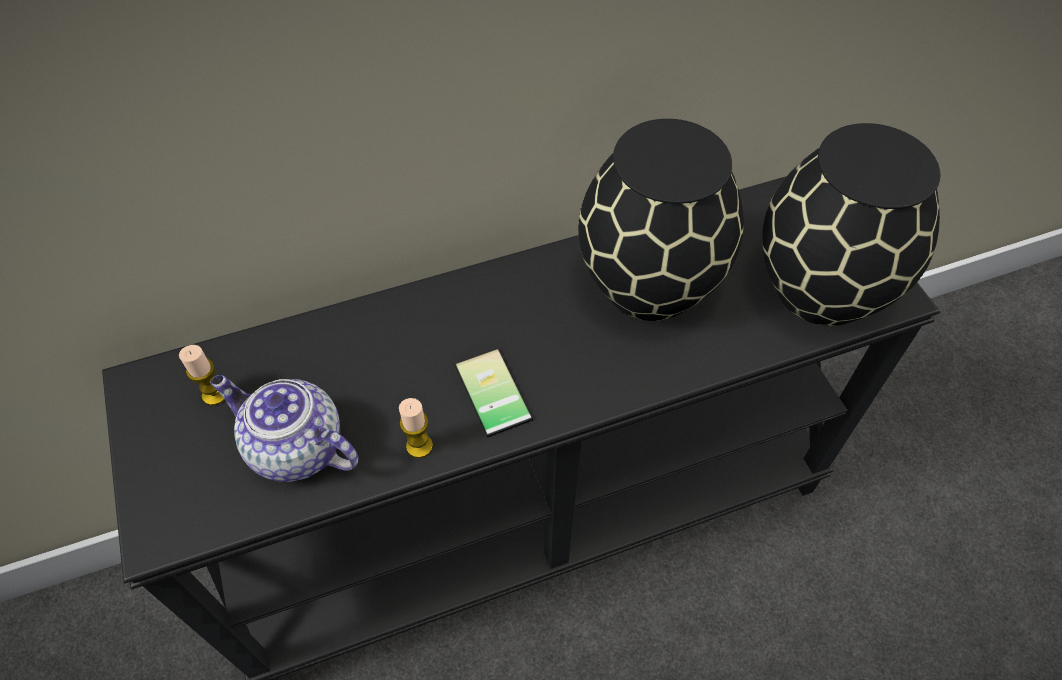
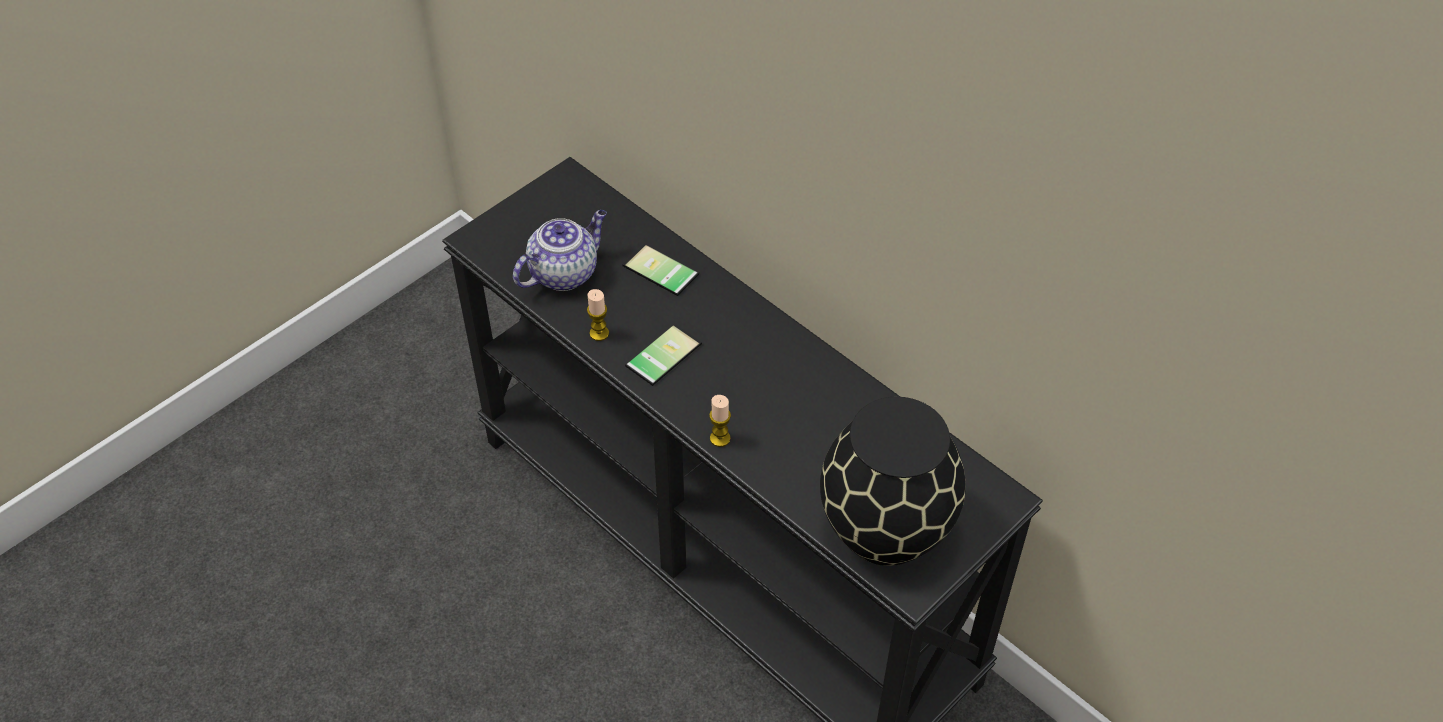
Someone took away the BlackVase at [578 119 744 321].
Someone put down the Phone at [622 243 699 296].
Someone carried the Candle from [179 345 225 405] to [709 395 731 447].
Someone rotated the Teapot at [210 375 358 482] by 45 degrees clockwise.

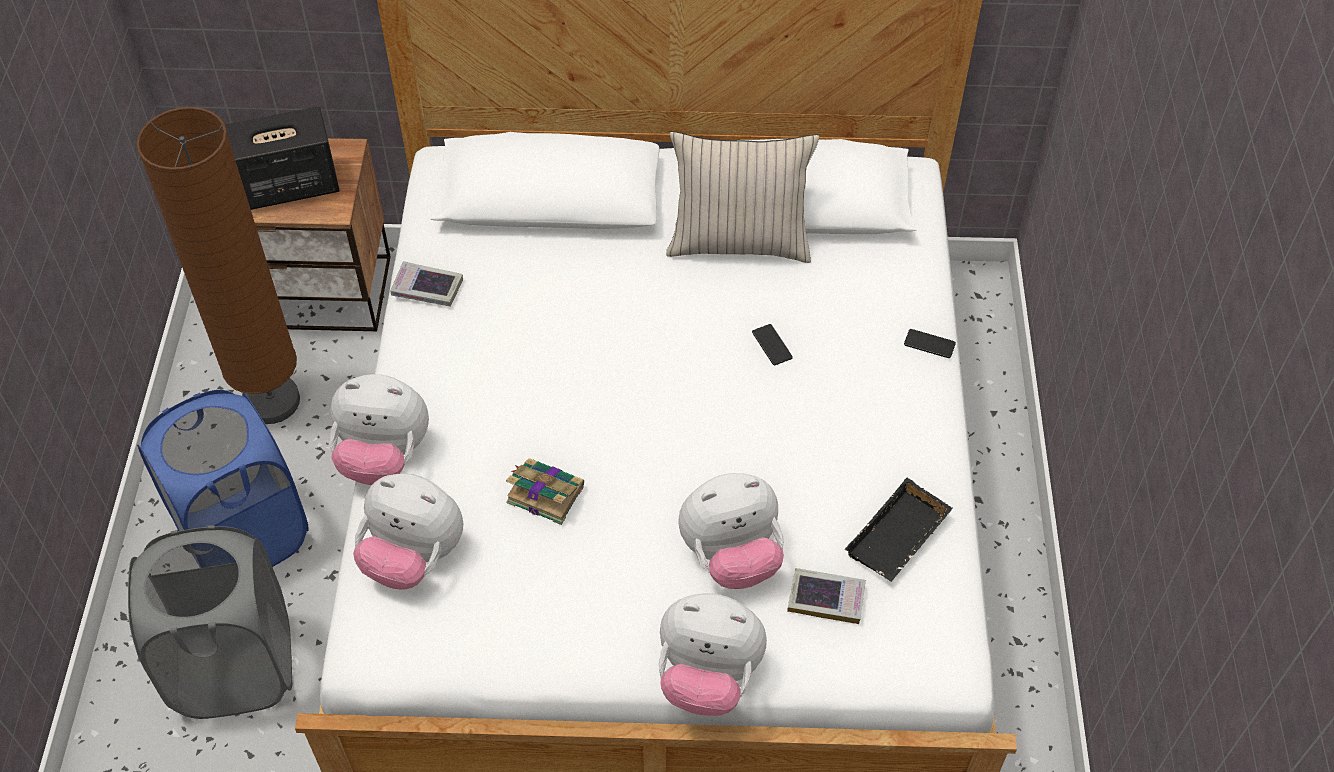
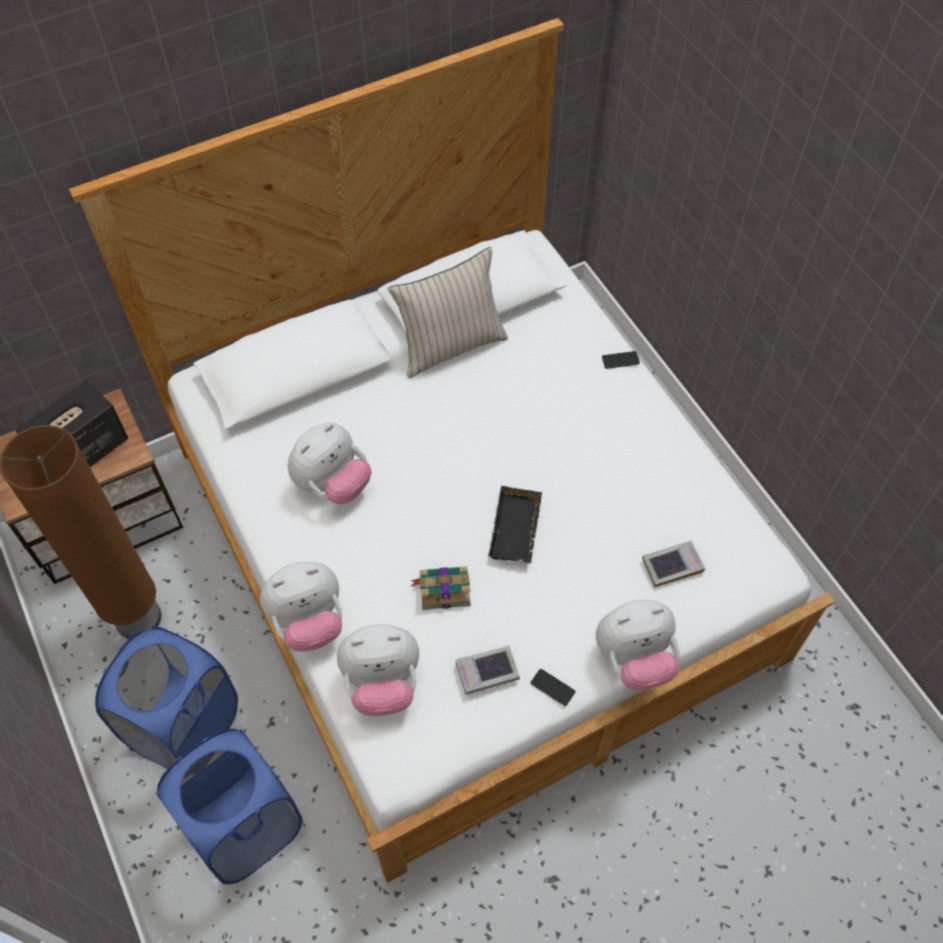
Someone carried the Book from [390 261 463 306] to [455 646 520 695].
Someone carried the PlushToy from [678 473 784 589] to [288 423 372 504].
Someone carried the Phone from [752 324 793 365] to [530 669 575 706].
Someone carried the BlackTray from [845 478 952 582] to [489 486 542 564].
Someone repainted the GreyLaundryBasket at [128 525 292 719], which became the BlueLaundryBasket at [156 729 303 884].

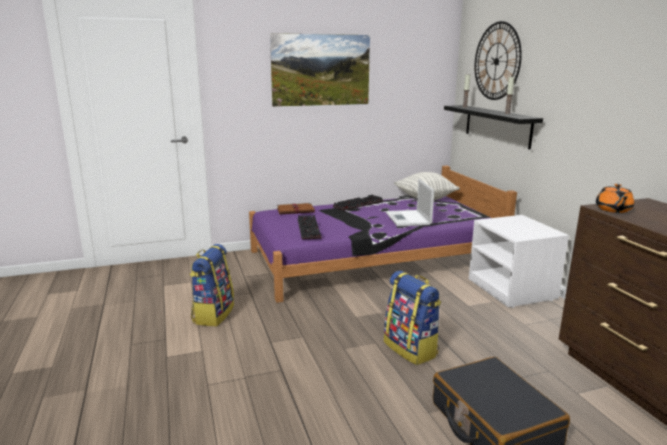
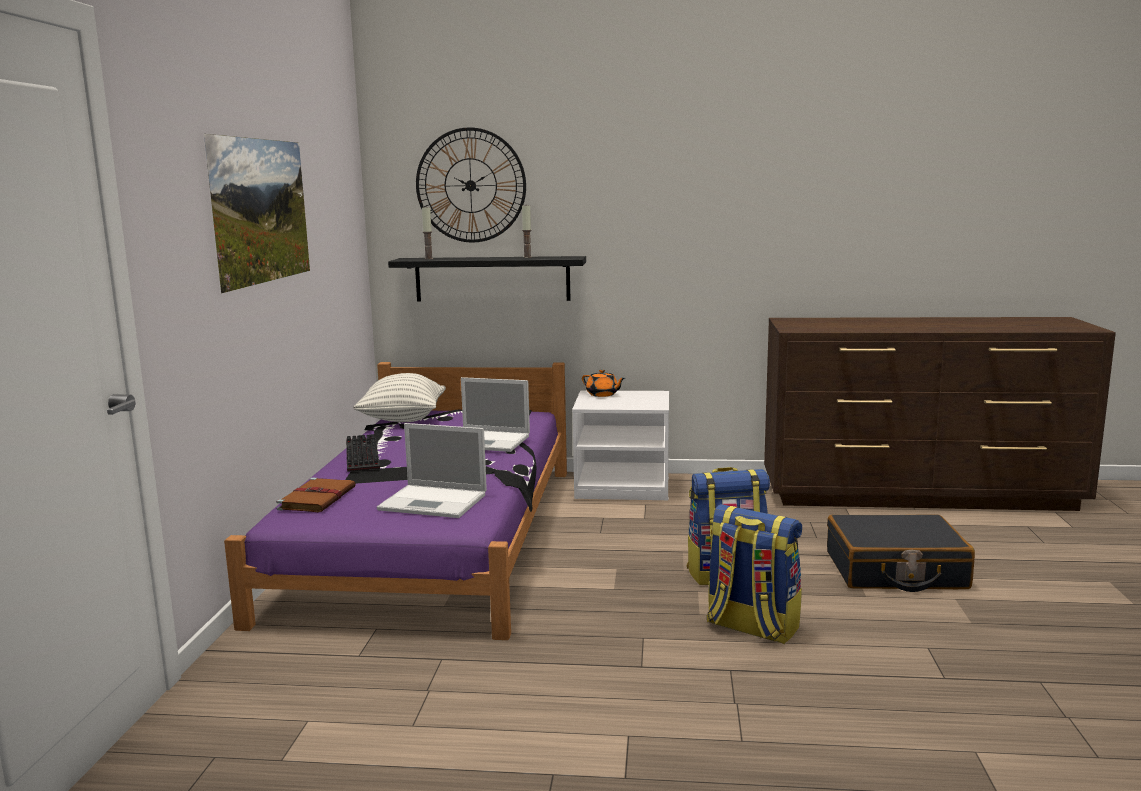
Someone carried the Backpack from [190 244 234 326] to [707 504 802 644].
Someone carried the OrangeTeapot from [596 184 634 213] to [582 370 625 397].
Someone swapped the Keyboard at [298 215 322 239] for the Laptop at [377 423 487 518].

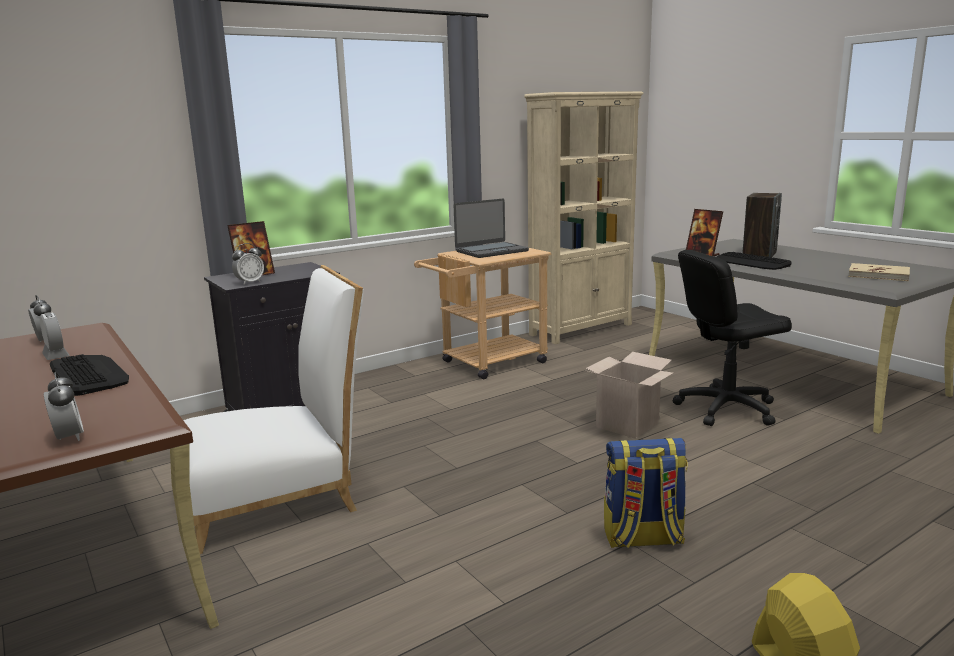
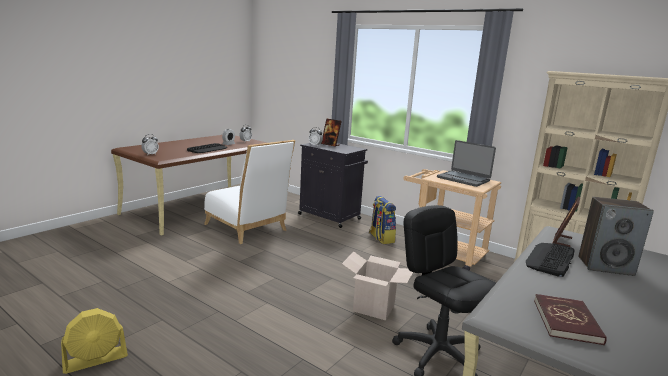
Someone carried the Backpack from [604 438 688 548] to [369 196 396 244].
Someone repainted the BeigeBook at [848 263 910 281], which became the RedBook at [534 294 607 345].

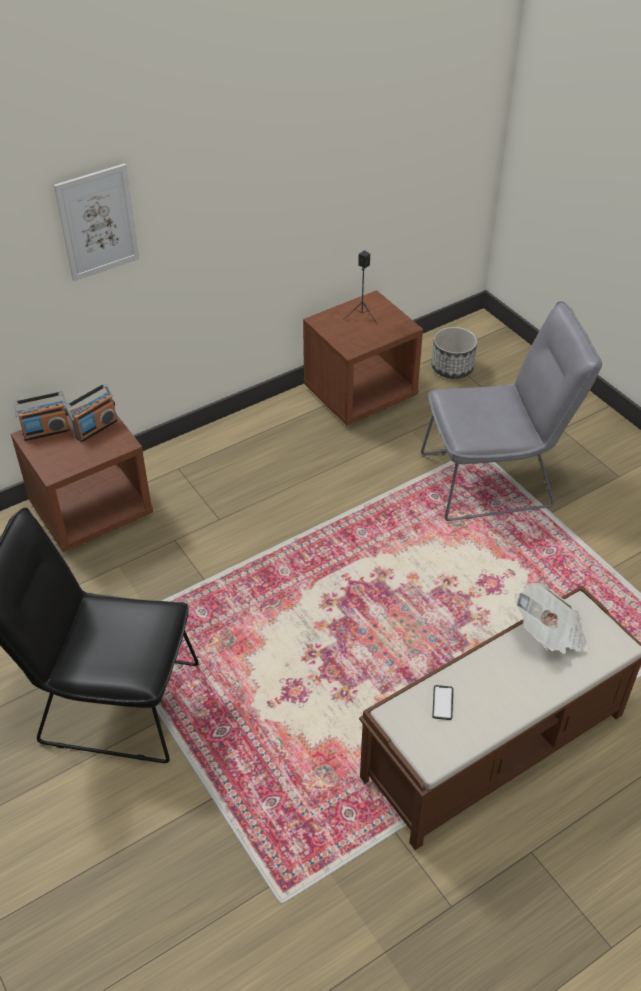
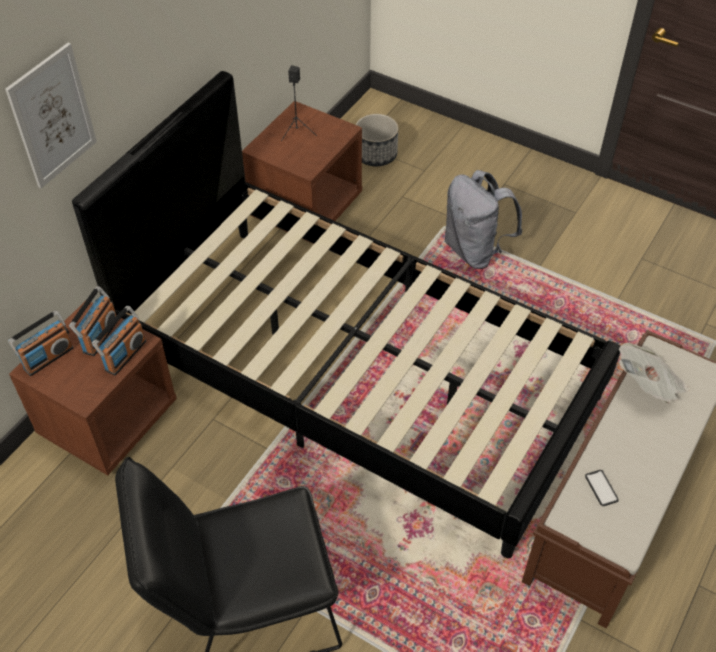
Someone put down the BlackBed at [72 71 620 558].
Someone put down the Radio at [92 306 146 376].
Someone swapped the GreyChair at [421 301 602 521] for the GreyBackpack at [445 170 523 269].

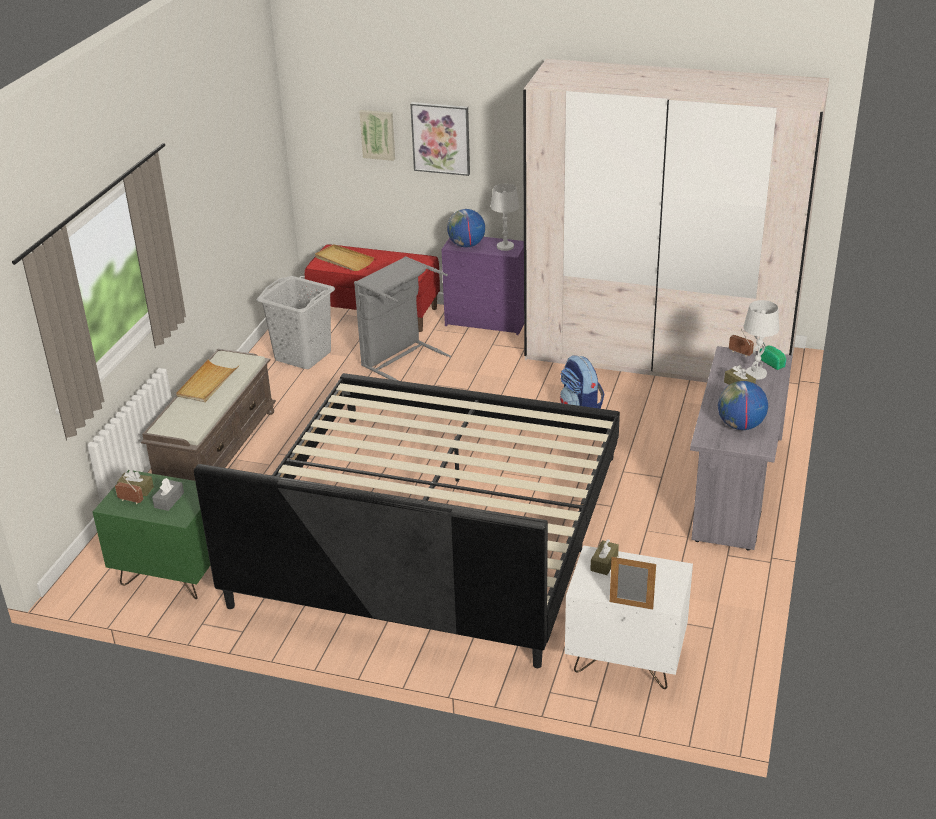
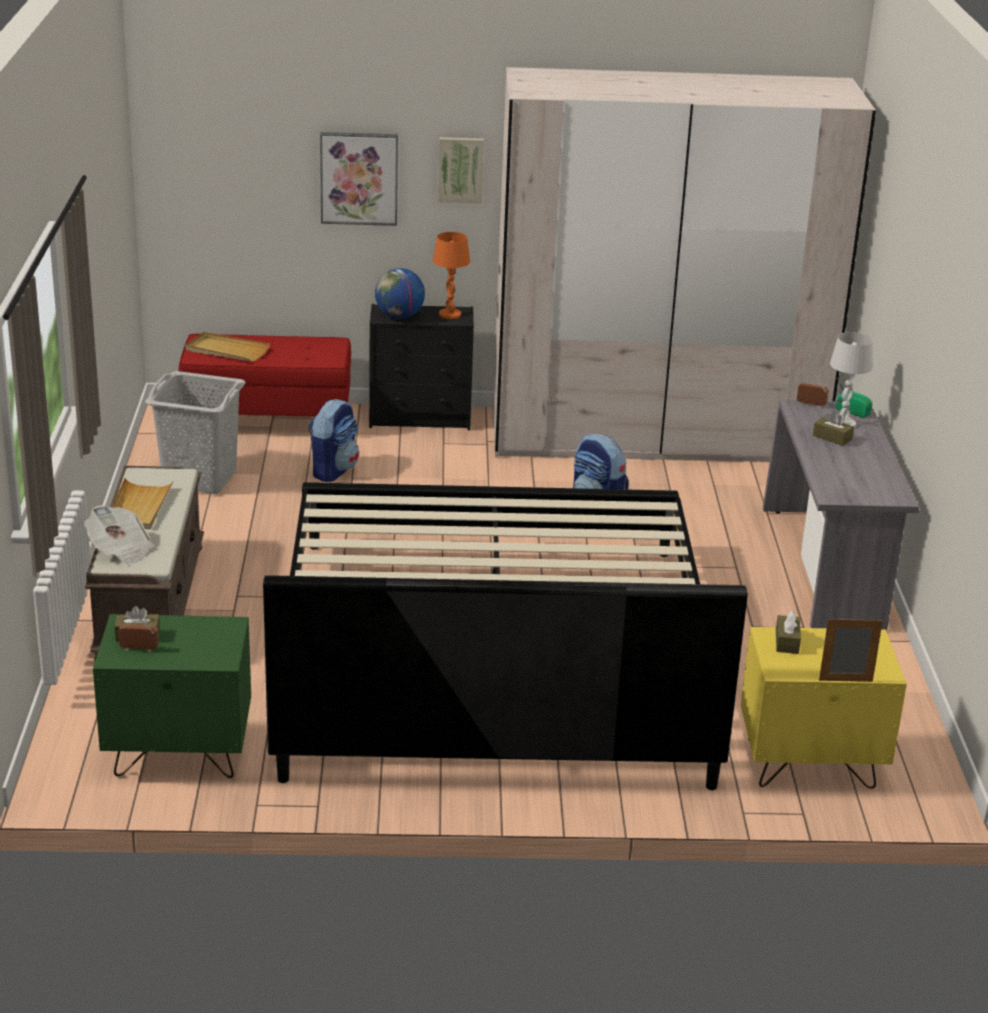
Someone took away the GreyTissueBox at [152 478 184 511].
Someone took away the Globe at [718 381 768 430].
Someone put down the Newspaper at [84 505 153 566].
Someone carried the Picture from [359 110 395 161] to [438 137 484 203].
Someone swapped the GreyLaundryBasket at [354 256 451 381] for the Backpack at [308 399 359 482].
Someone repainted the PurpleDresser at [441 237 524 335], which became the BlackDresser at [369 304 474 430].
Someone repainted the WhiteTableLamp at [490 184 519 251], which became the OrangeTableLamp at [433 232 470 319].
Someone repainted the WhiteNightstand at [565 545 693 689], which became the YellowNightstand at [741 627 907 789].

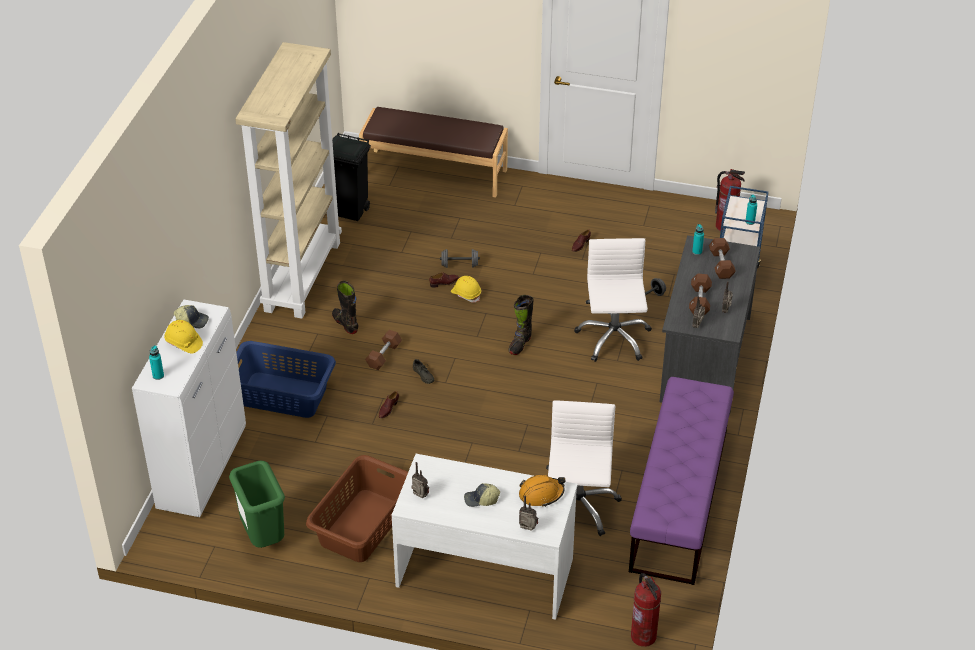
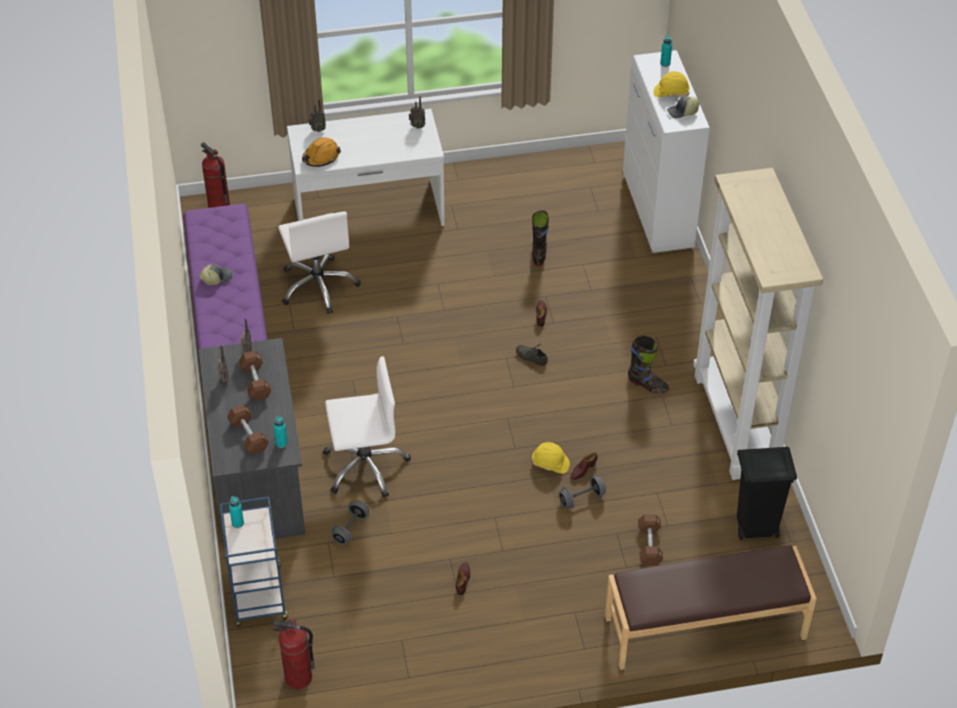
Someone took away the GreenTrashCan at [229 461 285 548].
Someone took away the BlueLaundryBasket at [236 341 336 418].
Someone took away the BrownLaundryBasket at [306 455 408 562].
Someone carried the BrownDumbbell from [365 330 402 370] to [638 514 663 566].
Someone carried the Cap from [464 483 500 507] to [199 264 232 285].
Someone carried the BlackBoot from [509 295 534 355] to [532 210 549 266].
Someone rotated the WhiteOfficeChair at [574 238 652 362] by 75 degrees counterclockwise.

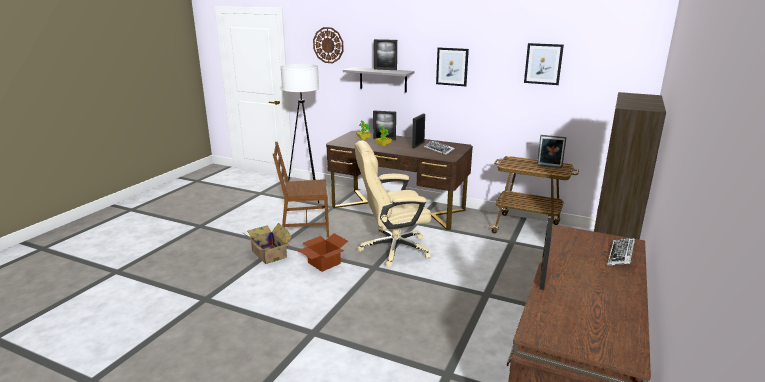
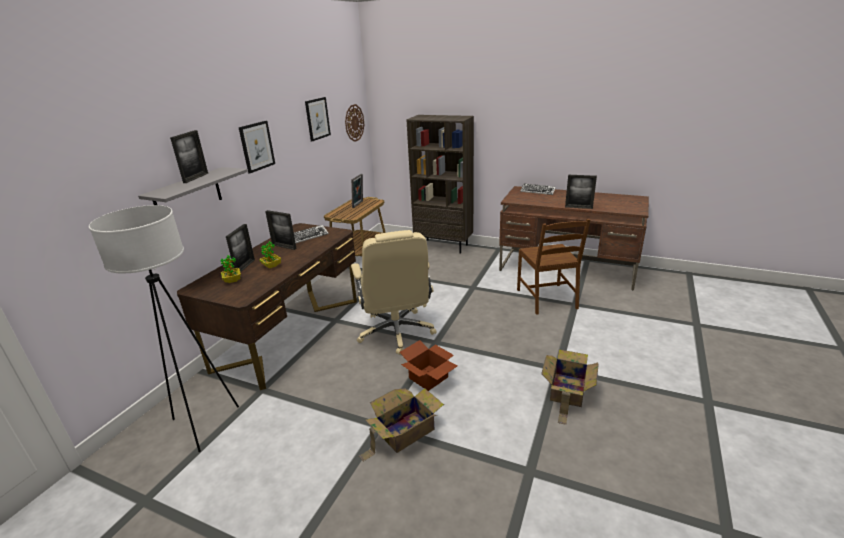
Someone put down the CardboardBox at [541 349 599 425].
Someone carried the BrownChair from [273 142 329 238] to [517 219 590 315].
Someone carried the WallClock from [313 27 344 63] to [345 104 364 142].

